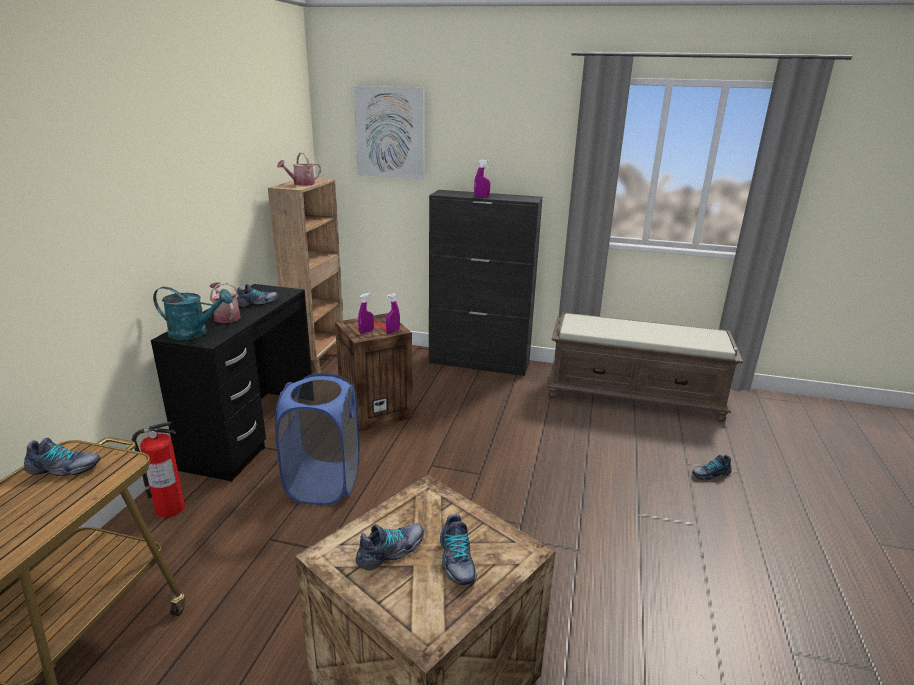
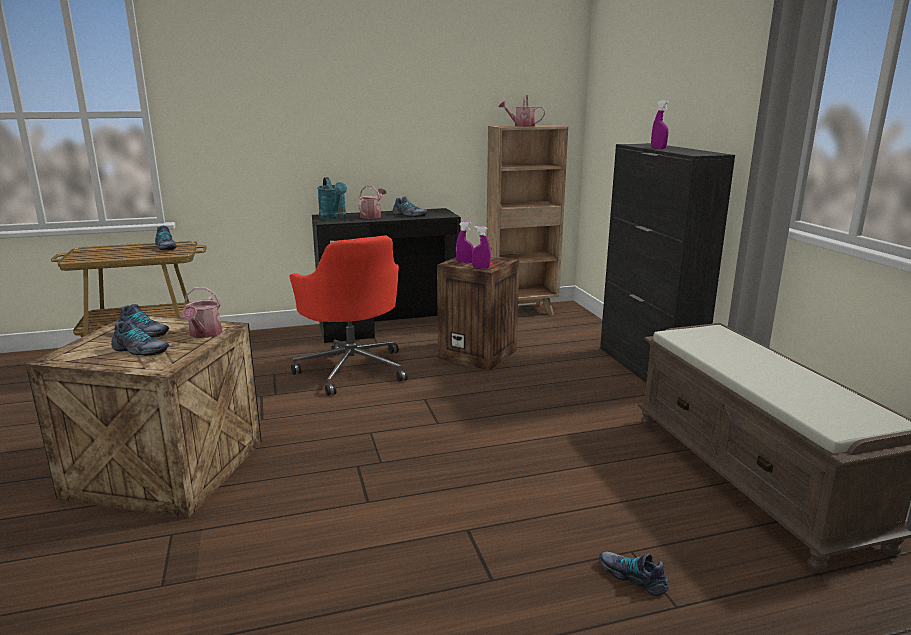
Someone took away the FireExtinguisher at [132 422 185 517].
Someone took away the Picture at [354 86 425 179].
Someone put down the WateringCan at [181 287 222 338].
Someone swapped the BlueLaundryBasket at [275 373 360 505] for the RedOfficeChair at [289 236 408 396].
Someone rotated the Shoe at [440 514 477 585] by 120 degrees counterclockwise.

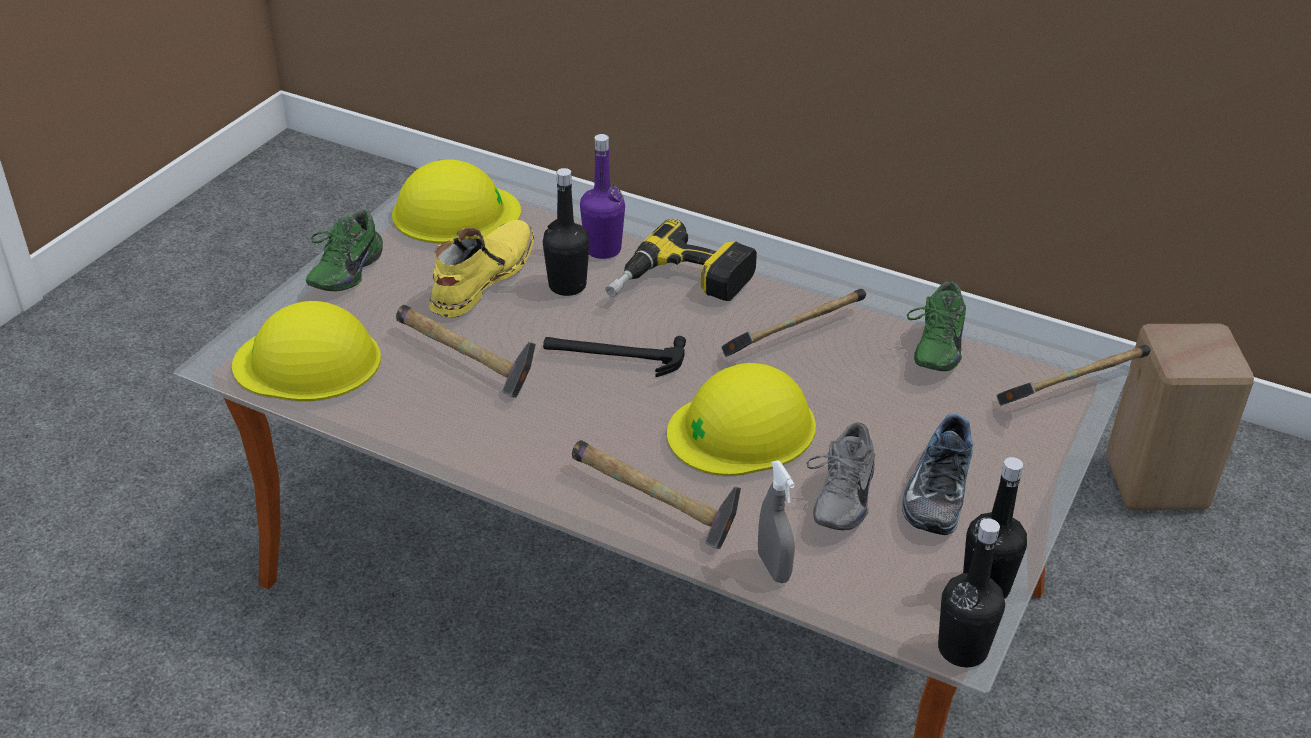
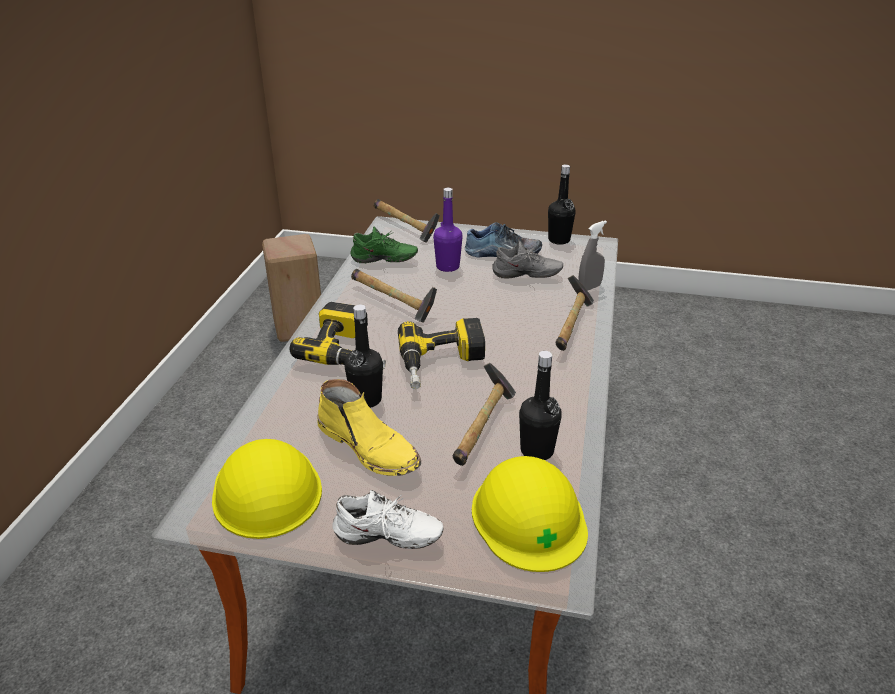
Someone took away the YellowHardHat at [667 363 816 476].
Someone carried the PurpleBottle from [580 134 625 259] to [433 188 463 272].
Someone carried the BlackBottle from [938 518 1005 667] to [519 351 562 460].
Someone swapped the Hammer at [543 336 686 377] for the PowerDrill at [398 318 485 389].
Someone repainted the GreenShoe at [306 210 383 291], which became the WhiteShoe at [332 490 443 549].
Someone rotated the YellowBoot at [429 220 534 318] by 150 degrees counterclockwise.

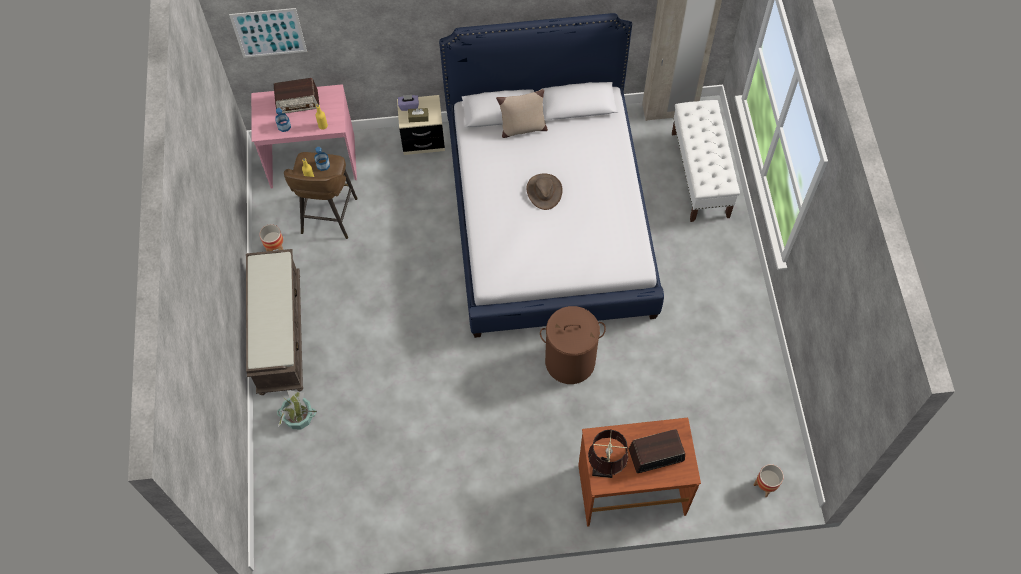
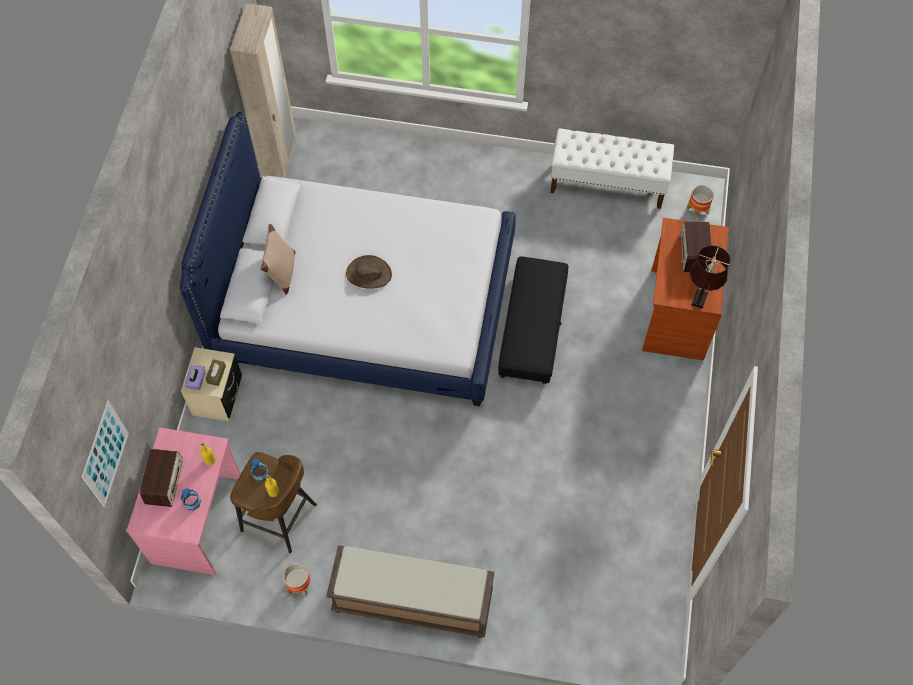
Someone took away the PottedPlant at [277 390 317 429].
Someone carried the WhiteBench from [672 100 740 222] to [550 128 674 209].
Someone swapped the BrownLaundryBasket at [540 306 606 384] for the BlackOttoman at [498 256 568 384].

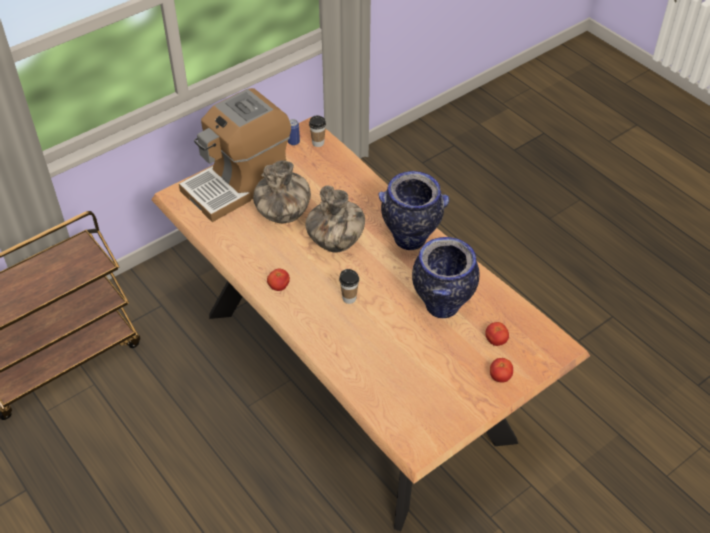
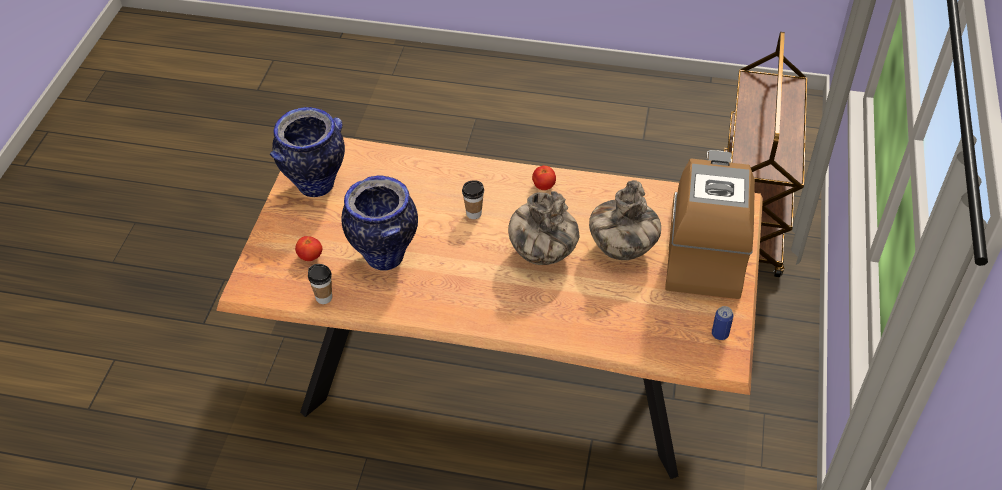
Someone took away the Tomato at [490 358 513 383].
Someone carried the Cup from [309 116 326 147] to [308 264 332 304].
Someone carried the Vase from [378 171 449 250] to [270 107 345 197].

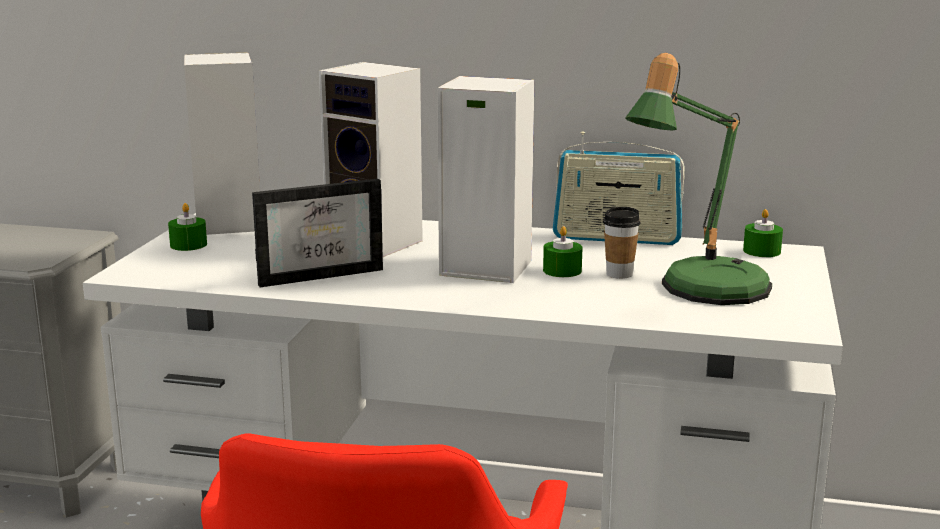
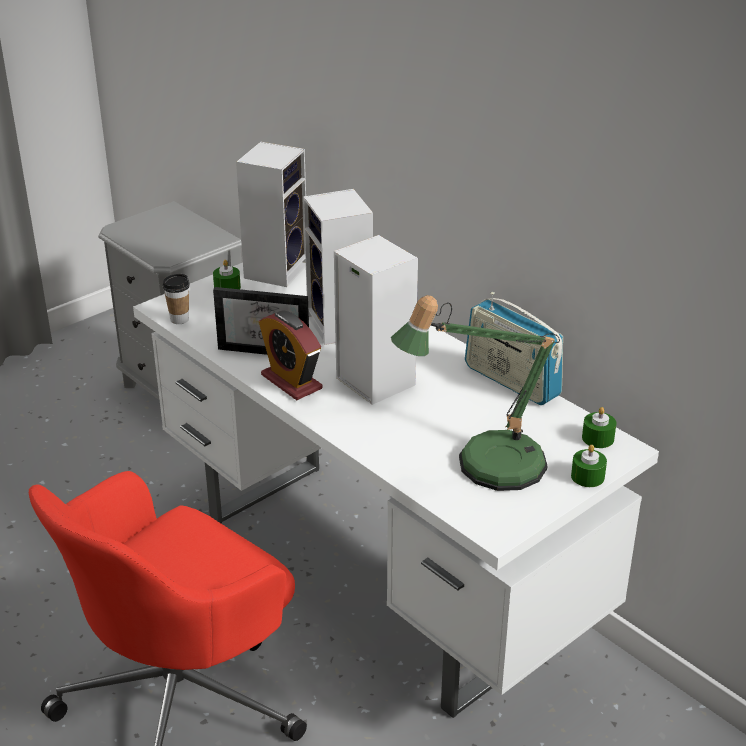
Someone put down the AlarmClock at [259 310 322 400].
Someone carried the GreenCandle from [543 226 583 277] to [571 445 607 487].
Someone carried the Cup from [603 207 641 279] to [163 274 190 324].

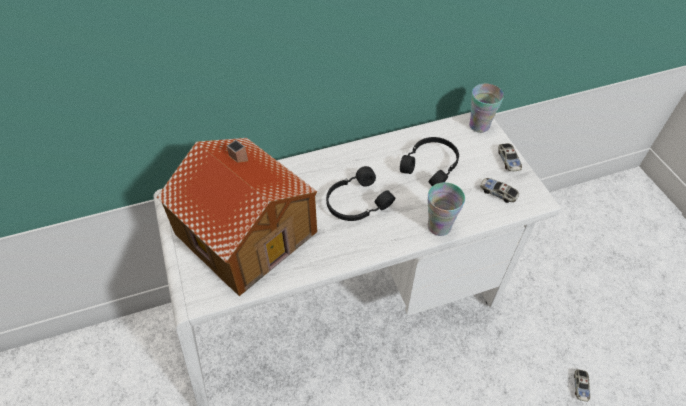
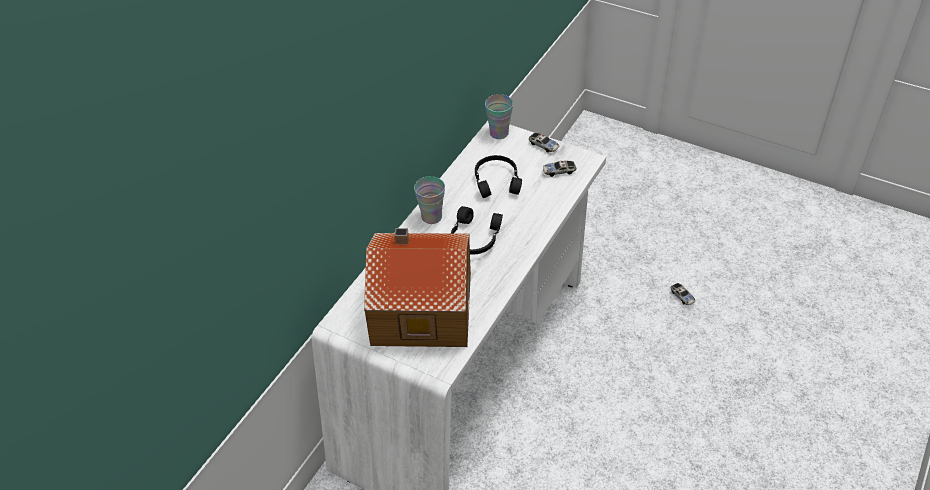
Someone carried the Cup from [428 182 465 236] to [414 176 445 224].

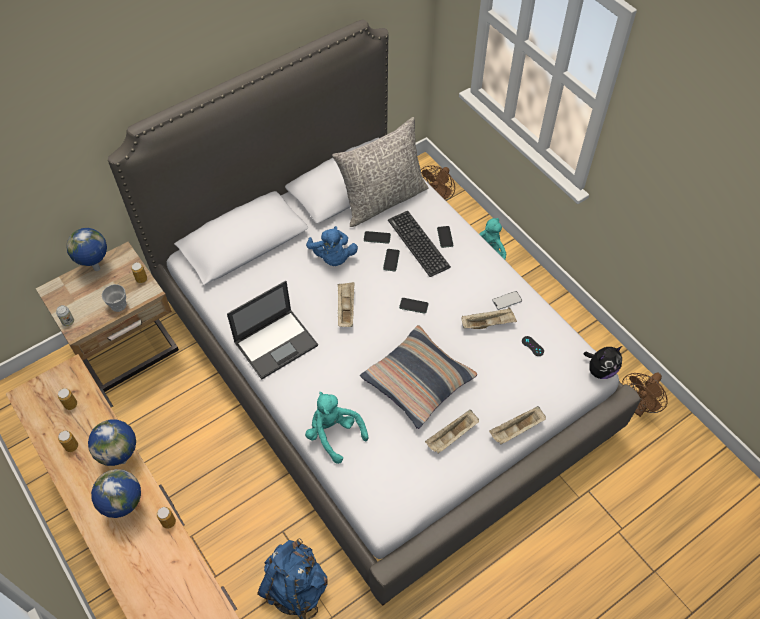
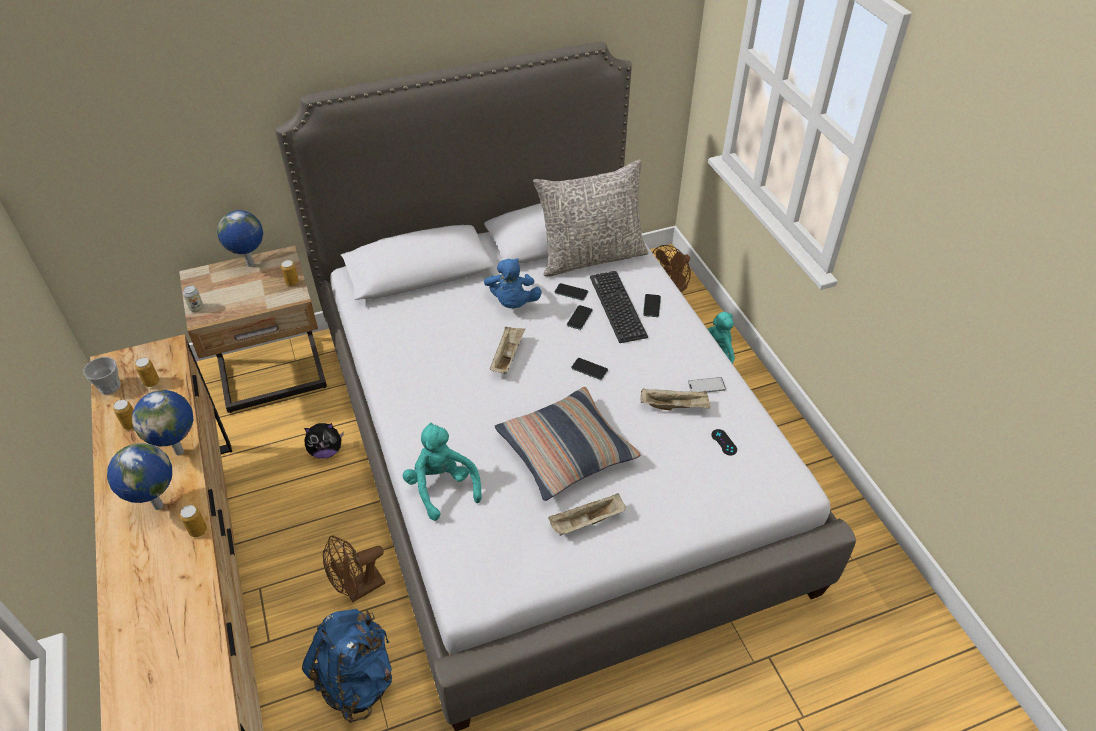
Someone took away the Laptop at [227 281 318 379].
Someone took away the BeigeTray at [489 406 546 444].
Someone carried the Cup from [102 284 127 312] to [83 357 121 394].
Someone carried the PlushToy from [584 346 622 379] to [304 423 344 459].
Someone carried the BrownFan from [622 373 668 417] to [323 535 385 602].

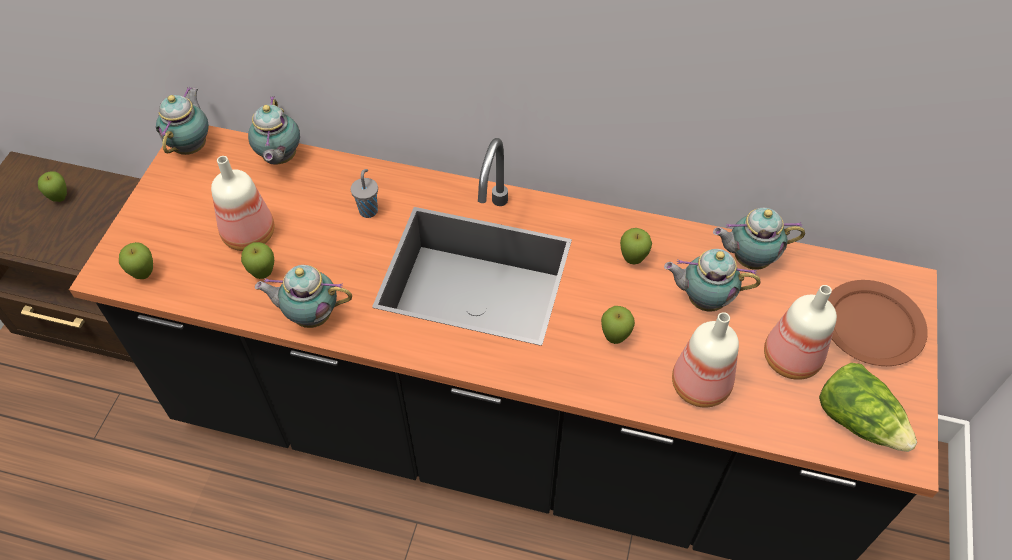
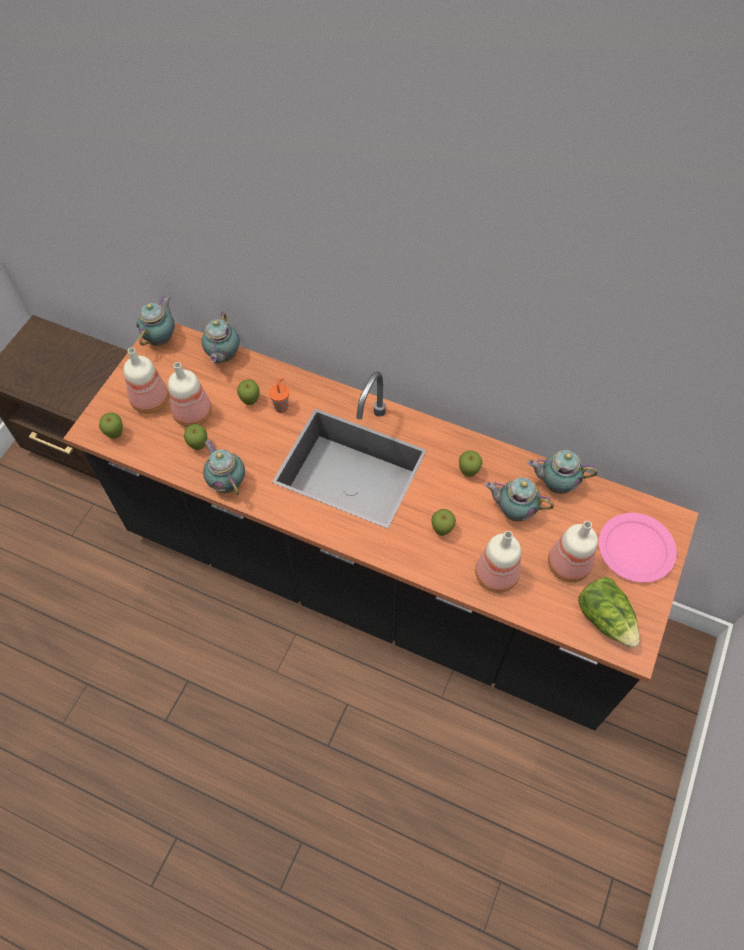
Someone put down the Bottle at [124 348 169 414].
Someone carried the Apple from [38 171 67 202] to [237 379 259 405].
Someone repainted the GreyCup at [351 169 378 218], which became the OrangeCup at [269 378 289 413].
Someone repainted the BrownPlate at [828 280 928 366], which became the PinkPlate at [599 513 677 583].
Someone rotated the Teapot at [255 265 352 328] by 45 degrees clockwise.

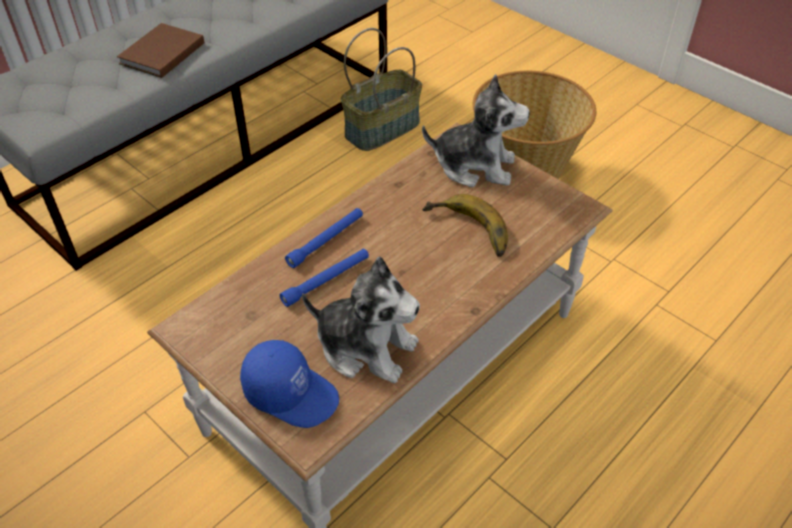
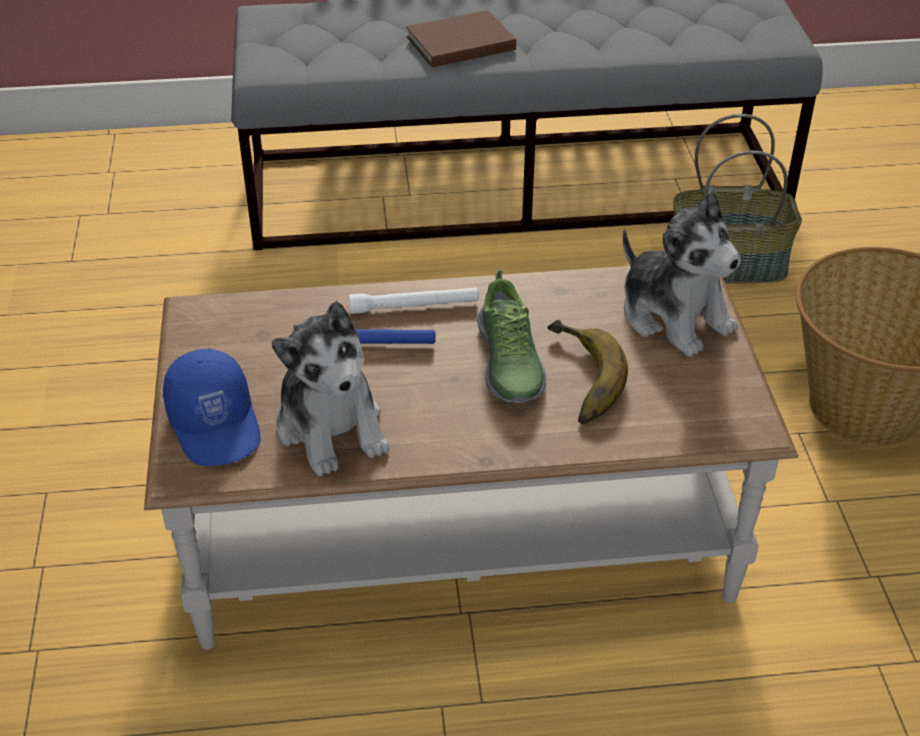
Someone put down the Shoe at [477 271 546 403].
Someone repainted the BlueFlashlight at [285 208 363 268], which became the WhiteFlashlight at [349 287 479 314].

